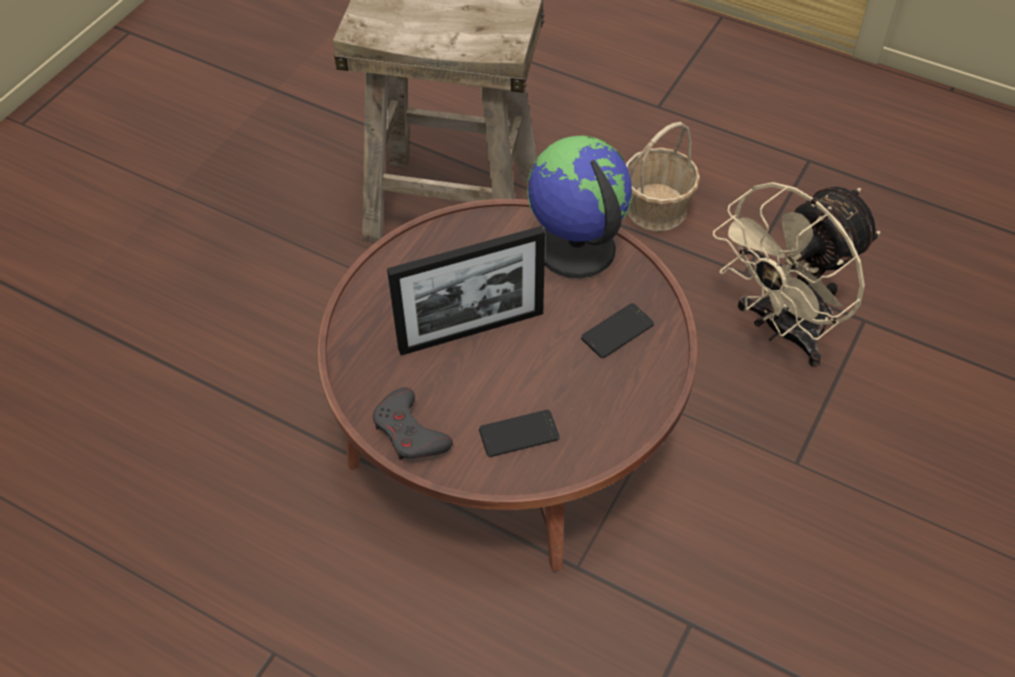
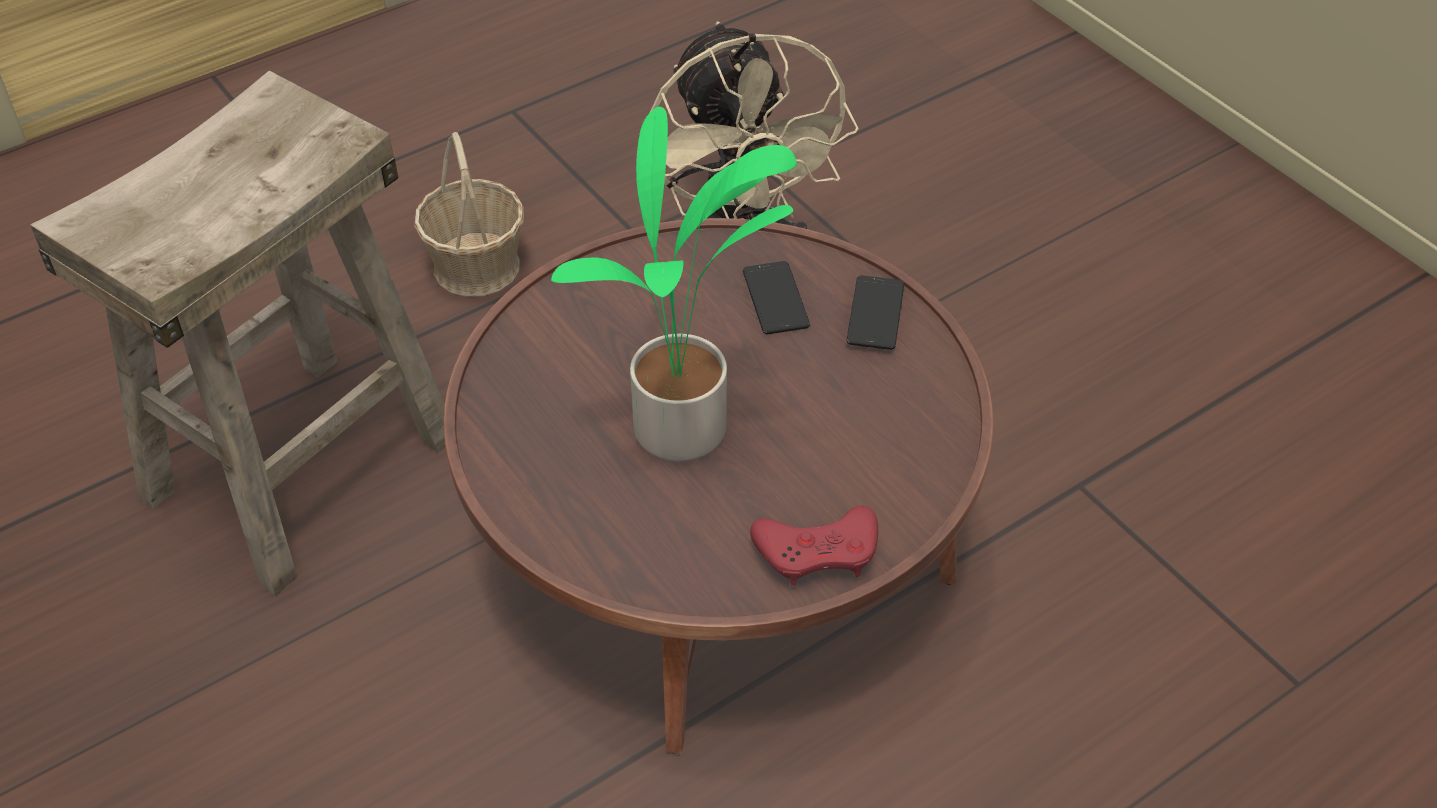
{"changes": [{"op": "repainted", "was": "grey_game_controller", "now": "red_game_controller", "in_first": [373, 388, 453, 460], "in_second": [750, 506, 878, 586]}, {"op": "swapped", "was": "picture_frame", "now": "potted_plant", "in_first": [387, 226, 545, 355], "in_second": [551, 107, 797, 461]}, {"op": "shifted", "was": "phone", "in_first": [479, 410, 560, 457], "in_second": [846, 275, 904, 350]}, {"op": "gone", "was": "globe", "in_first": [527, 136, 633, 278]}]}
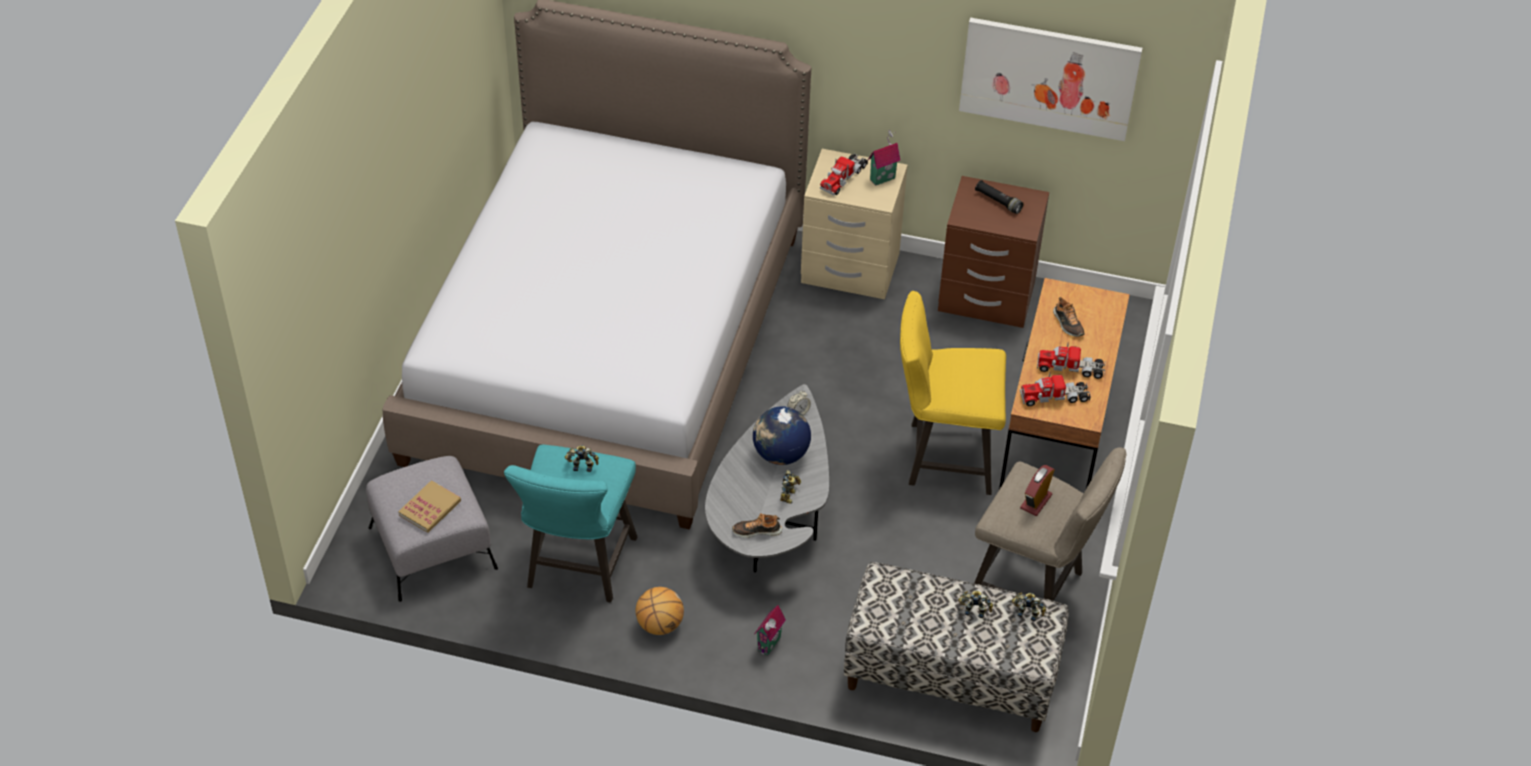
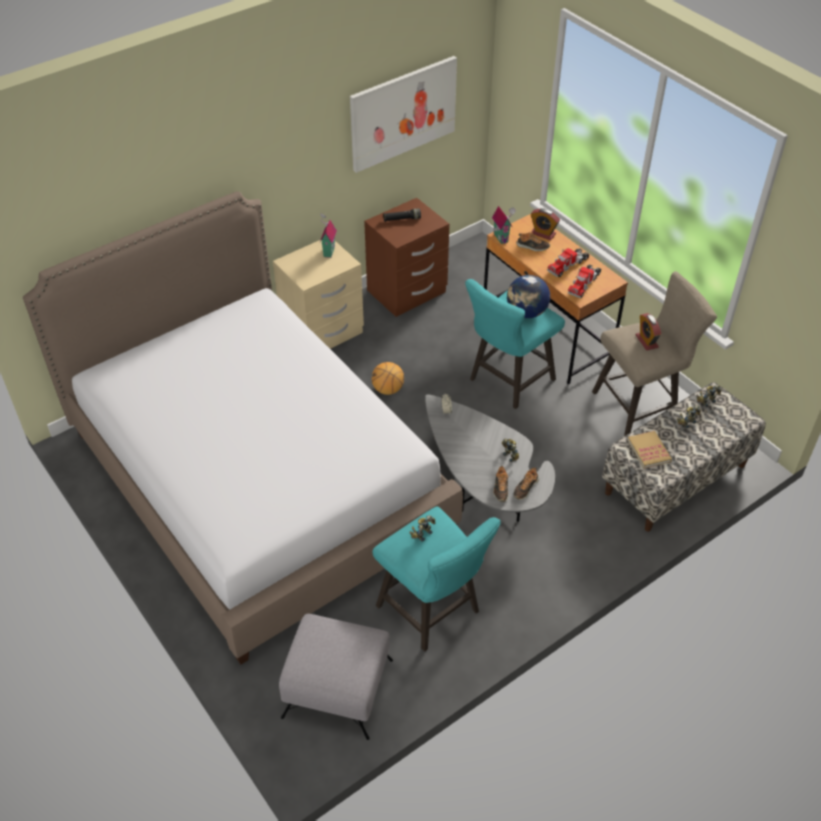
{"changes": [{"op": "shifted", "was": "book", "in_first": [398, 480, 461, 533], "in_second": [627, 431, 672, 468]}, {"op": "shifted", "was": "basketball", "in_first": [636, 587, 684, 635], "in_second": [371, 362, 404, 395]}, {"op": "shifted", "was": "globe", "in_first": [753, 406, 811, 465], "in_second": [507, 275, 550, 318]}, {"op": "shifted", "was": "toy_house", "in_first": [754, 605, 786, 656], "in_second": [492, 206, 516, 244]}, {"op": "gone", "was": "toy_truck", "in_first": [820, 153, 868, 195]}, {"op": "repainted", "was": "yellow_stool", "now": "turquoise_stool", "in_first": [900, 291, 1006, 495], "in_second": [465, 279, 565, 409]}, {"op": "new", "now": "shoe", "in_second": [493, 466, 508, 502]}, {"op": "new", "now": "alarm_clock", "in_second": [531, 208, 560, 240]}]}
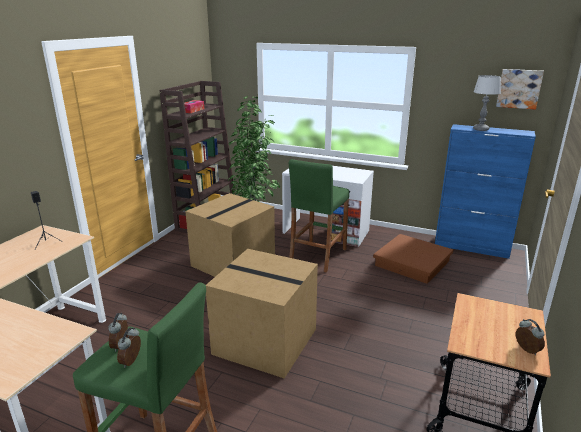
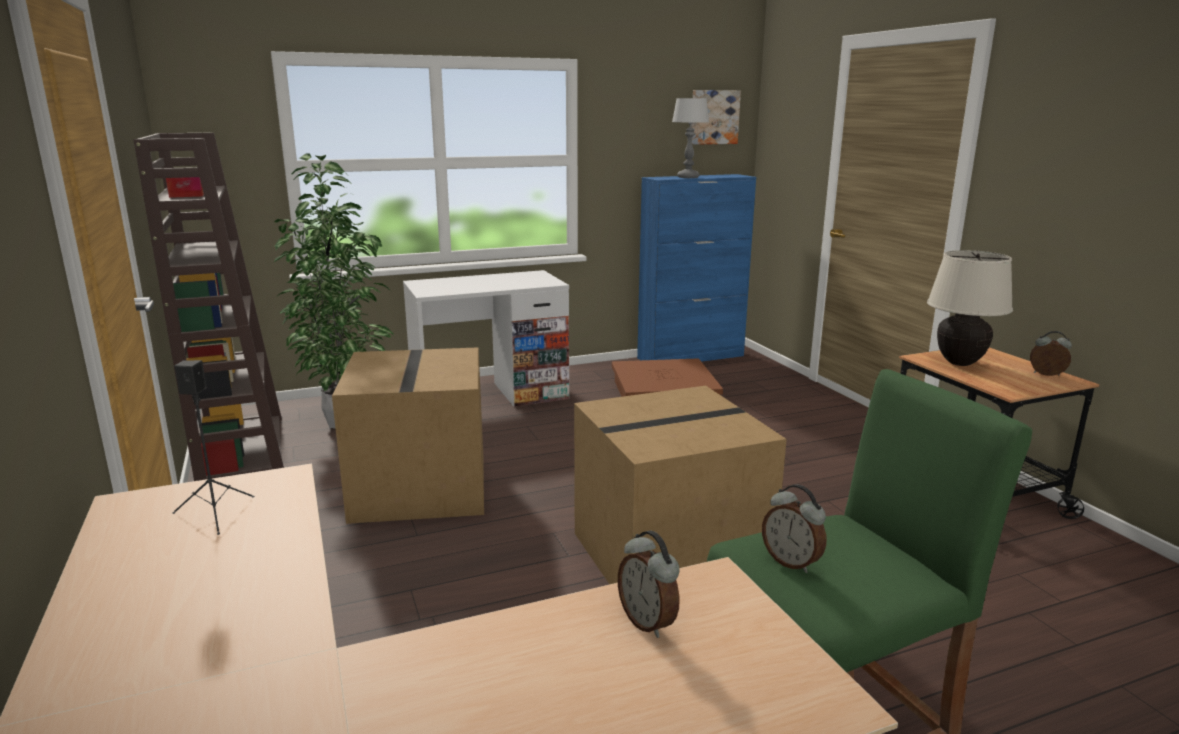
{"changes": [{"op": "shifted", "was": "alarm_clock", "in_first": [117, 328, 141, 368], "in_second": [618, 531, 680, 638]}, {"op": "gone", "was": "green_stool", "in_first": [289, 159, 349, 272]}, {"op": "new", "now": "beige_table_lamp", "in_second": [927, 250, 1013, 366]}]}
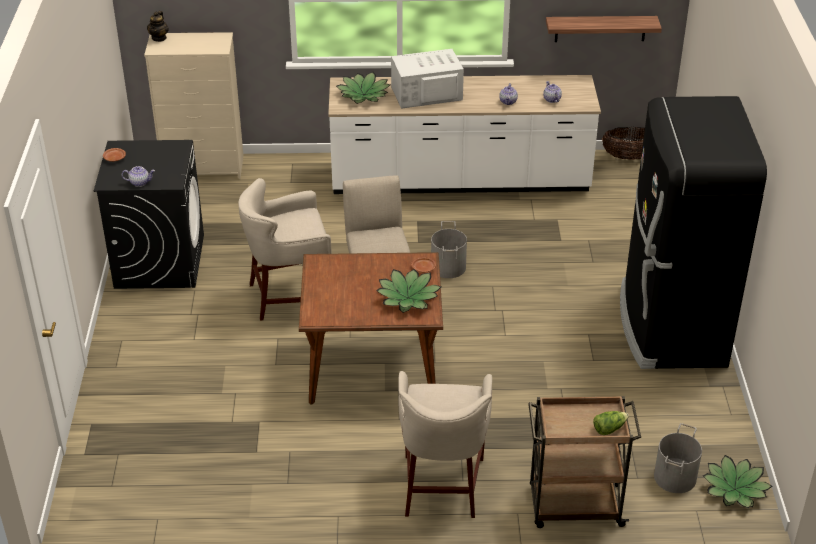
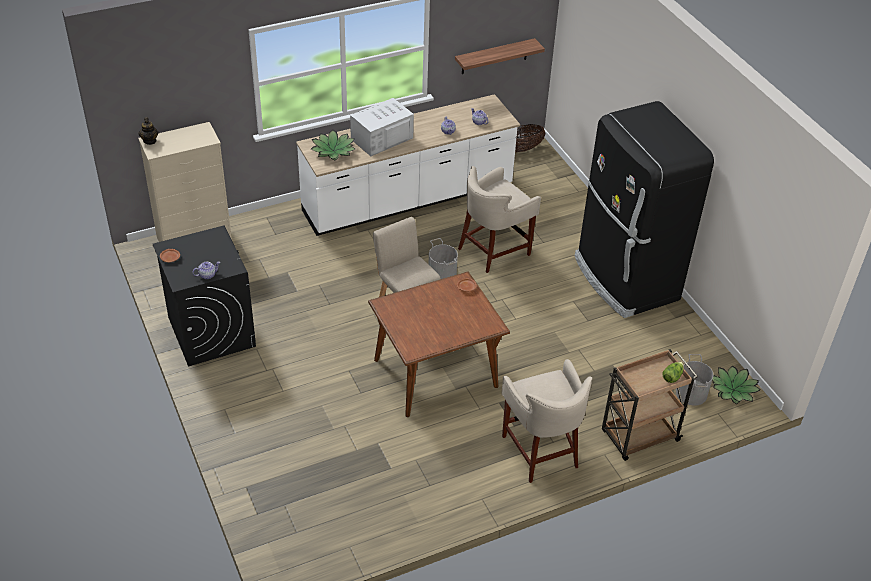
{"changes": [{"op": "shifted", "was": "beige_stool", "in_first": [238, 178, 332, 321], "in_second": [458, 166, 541, 273]}, {"op": "gone", "was": "potted_plant", "in_first": [376, 269, 441, 313]}]}
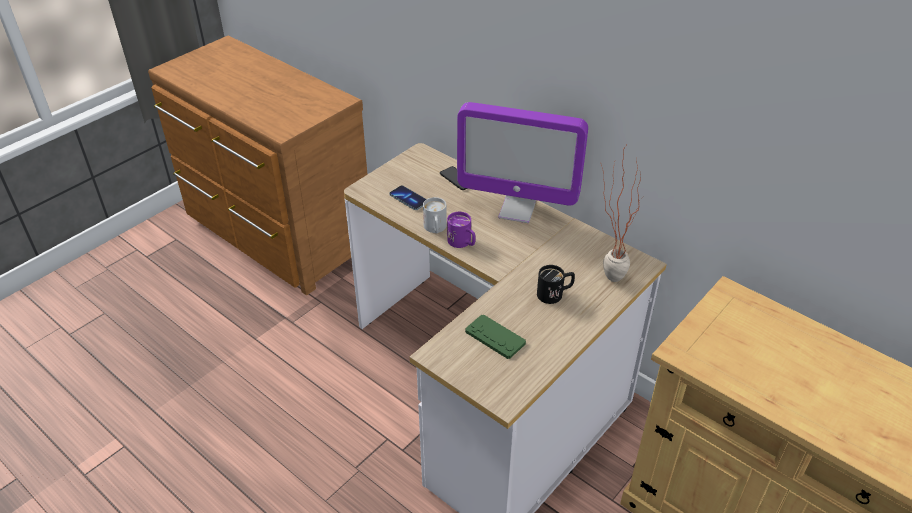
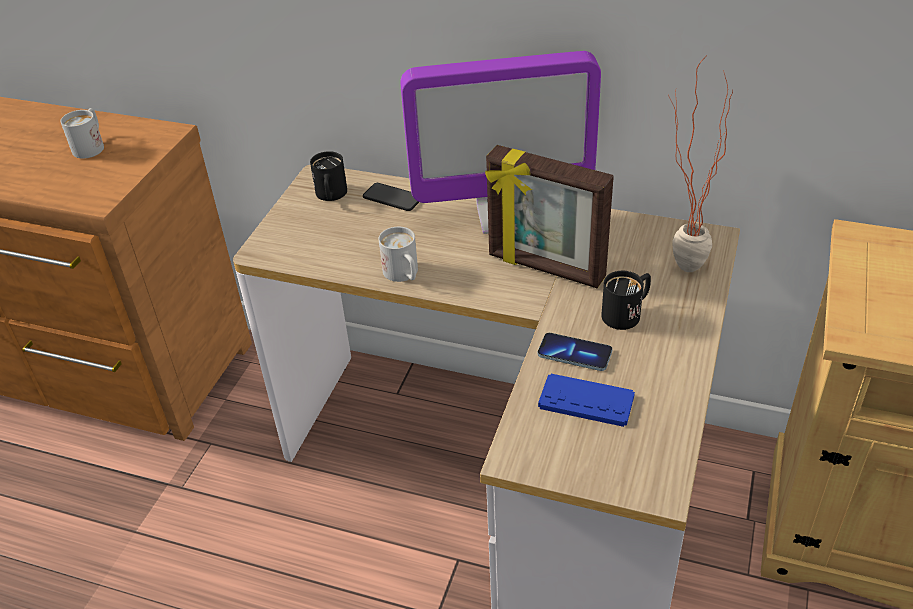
{"changes": [{"op": "shifted", "was": "phone", "in_first": [389, 185, 426, 210], "in_second": [538, 333, 612, 371]}, {"op": "gone", "was": "purple_mug", "in_first": [447, 212, 475, 248]}, {"op": "repainted", "was": "green_game_controller", "now": "blue_game_controller", "in_first": [465, 314, 526, 359], "in_second": [538, 374, 635, 427]}, {"op": "new", "now": "white_mug", "in_second": [60, 108, 104, 159]}, {"op": "new", "now": "black_mug", "in_second": [310, 151, 347, 201]}, {"op": "new", "now": "picture_frame", "in_second": [485, 145, 614, 288]}]}
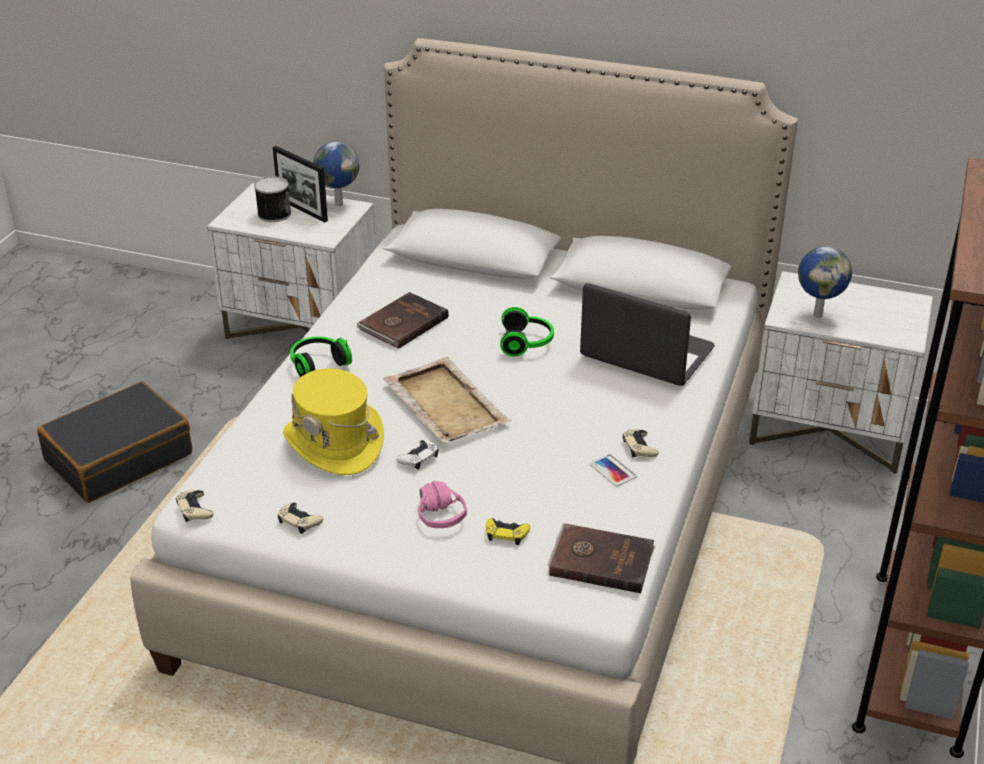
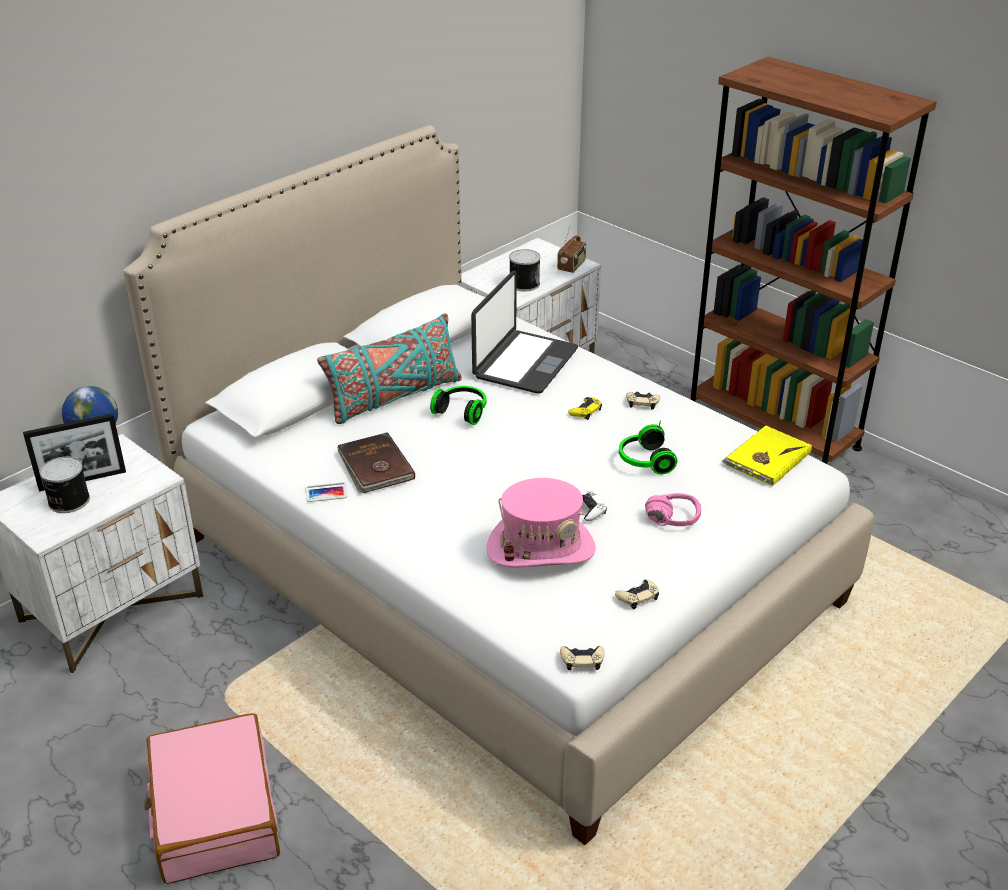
{"changes": [{"op": "repainted", "was": "black_suitcase", "now": "pink_suitcase", "in_first": [37, 382, 192, 503], "in_second": [144, 713, 280, 884]}, {"op": "repainted", "was": "yellow_hat", "now": "pink_hat", "in_first": [283, 368, 384, 475], "in_second": [486, 478, 596, 568]}, {"op": "shifted", "was": "headphones", "in_first": [290, 336, 352, 377], "in_second": [619, 420, 677, 474]}, {"op": "gone", "was": "beige_tray", "in_first": [383, 357, 511, 443]}, {"op": "shifted", "was": "yellow_game_controller", "in_first": [486, 518, 530, 545], "in_second": [568, 397, 602, 420]}, {"op": "repainted", "was": "brown_book", "now": "yellow_book", "in_first": [548, 523, 655, 593], "in_second": [722, 426, 812, 486]}, {"op": "rotated", "was": "laptop", "in_first": [580, 283, 715, 386], "in_second": [471, 271, 578, 394], "clockwise": 150}, {"op": "shifted", "was": "phone", "in_first": [589, 453, 637, 486], "in_second": [306, 482, 347, 502]}, {"op": "swapped", "was": "globe", "now": "can", "in_first": [798, 246, 852, 318], "in_second": [509, 249, 540, 291]}, {"op": "new", "now": "turquoise_pillow", "in_second": [317, 313, 462, 424]}, {"op": "new", "now": "radio", "in_second": [557, 227, 586, 273]}]}
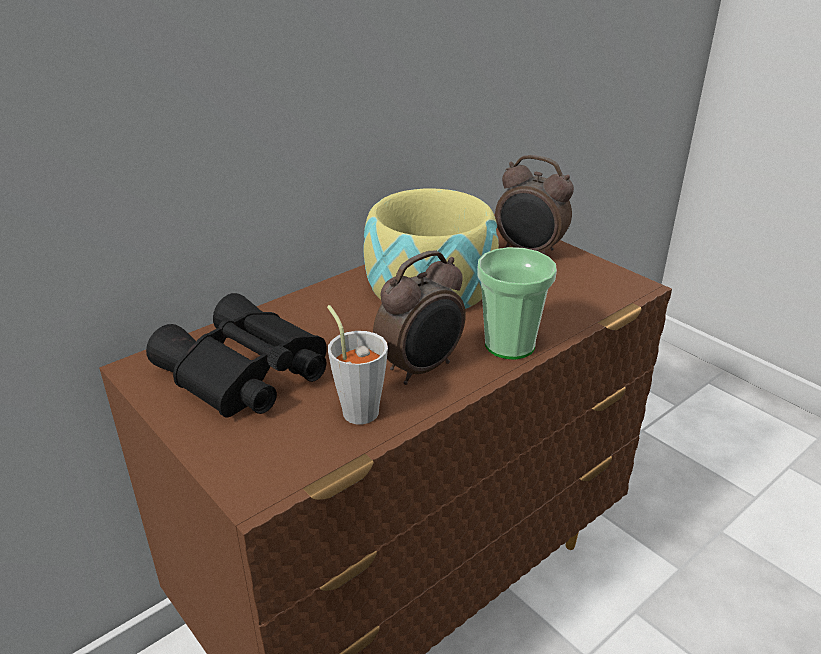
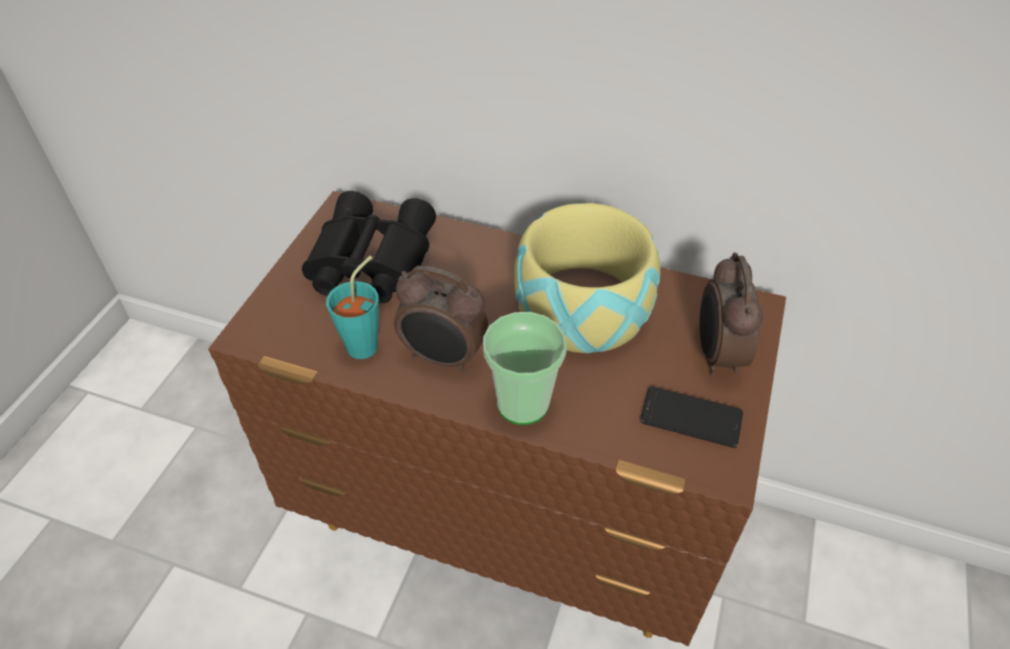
{"changes": [{"op": "repainted", "was": "grey_cup", "now": "turquoise_cup", "in_first": [327, 305, 388, 425], "in_second": [326, 256, 379, 359]}, {"op": "new", "now": "phone", "in_second": [640, 386, 743, 448]}]}
